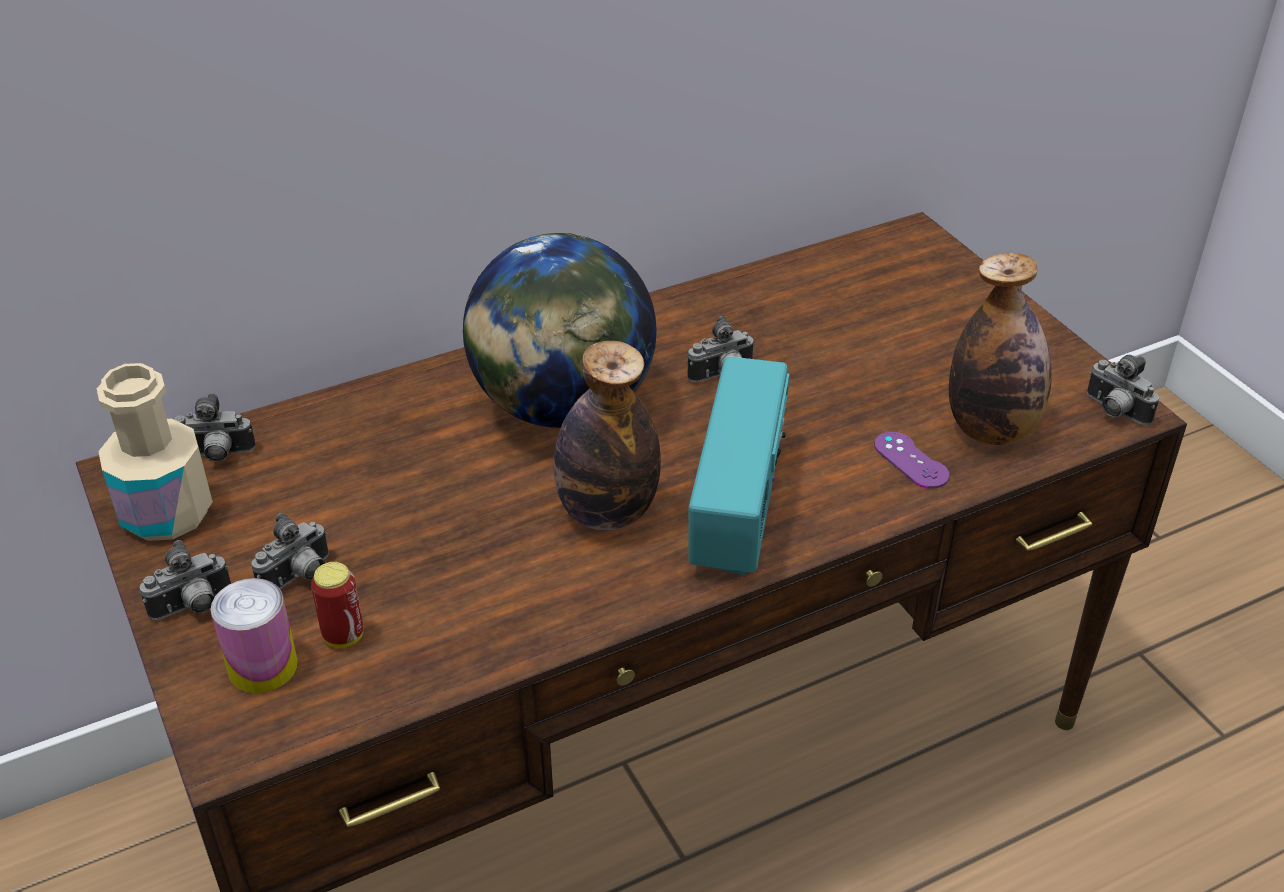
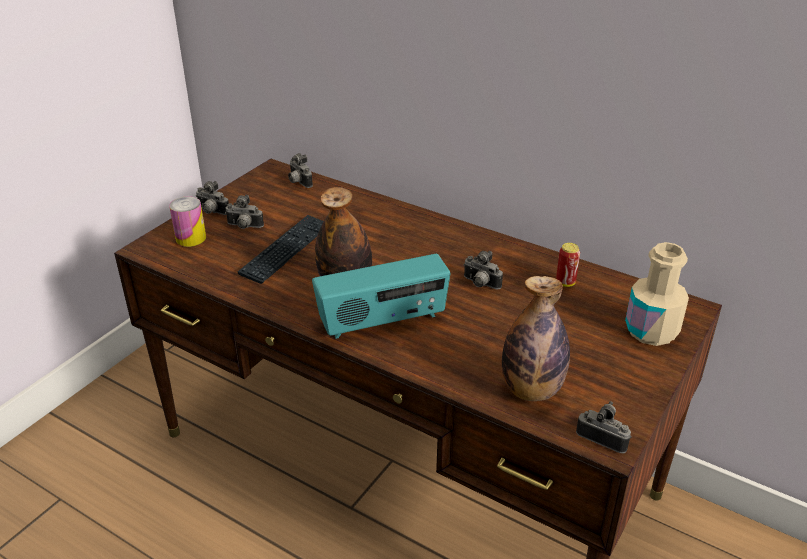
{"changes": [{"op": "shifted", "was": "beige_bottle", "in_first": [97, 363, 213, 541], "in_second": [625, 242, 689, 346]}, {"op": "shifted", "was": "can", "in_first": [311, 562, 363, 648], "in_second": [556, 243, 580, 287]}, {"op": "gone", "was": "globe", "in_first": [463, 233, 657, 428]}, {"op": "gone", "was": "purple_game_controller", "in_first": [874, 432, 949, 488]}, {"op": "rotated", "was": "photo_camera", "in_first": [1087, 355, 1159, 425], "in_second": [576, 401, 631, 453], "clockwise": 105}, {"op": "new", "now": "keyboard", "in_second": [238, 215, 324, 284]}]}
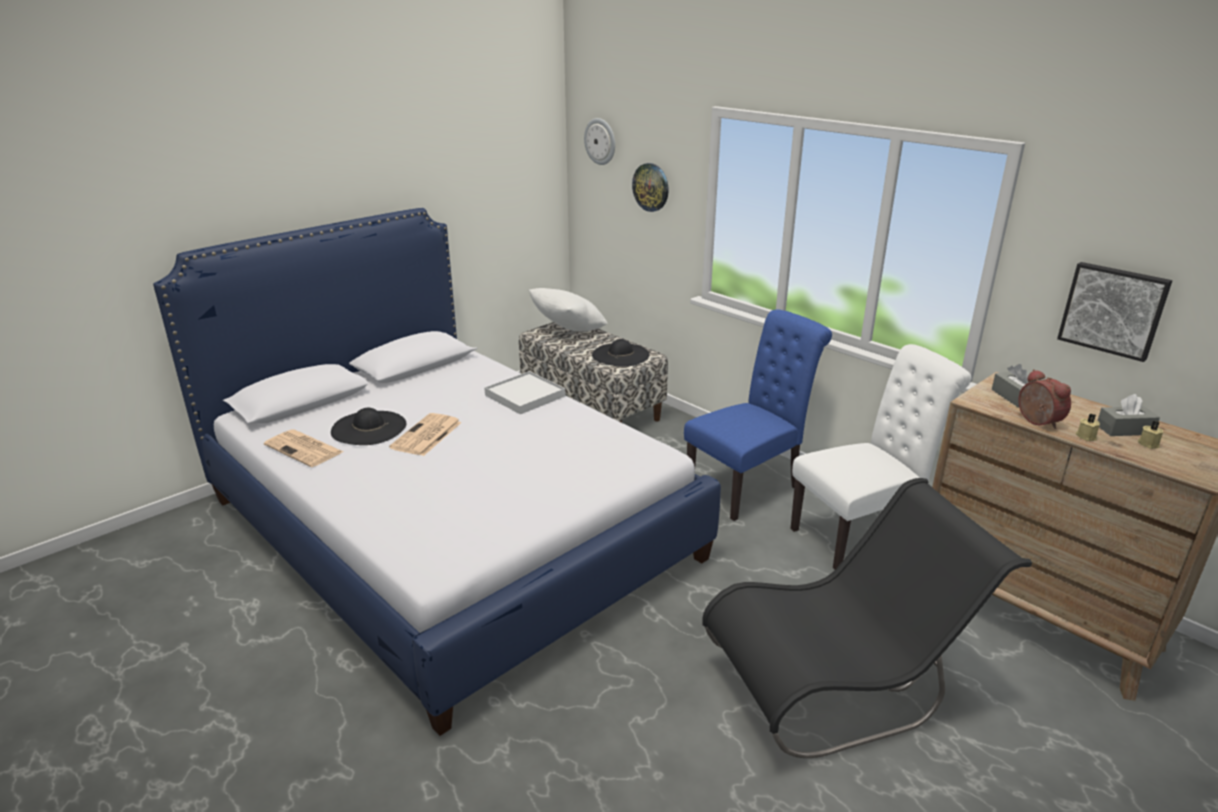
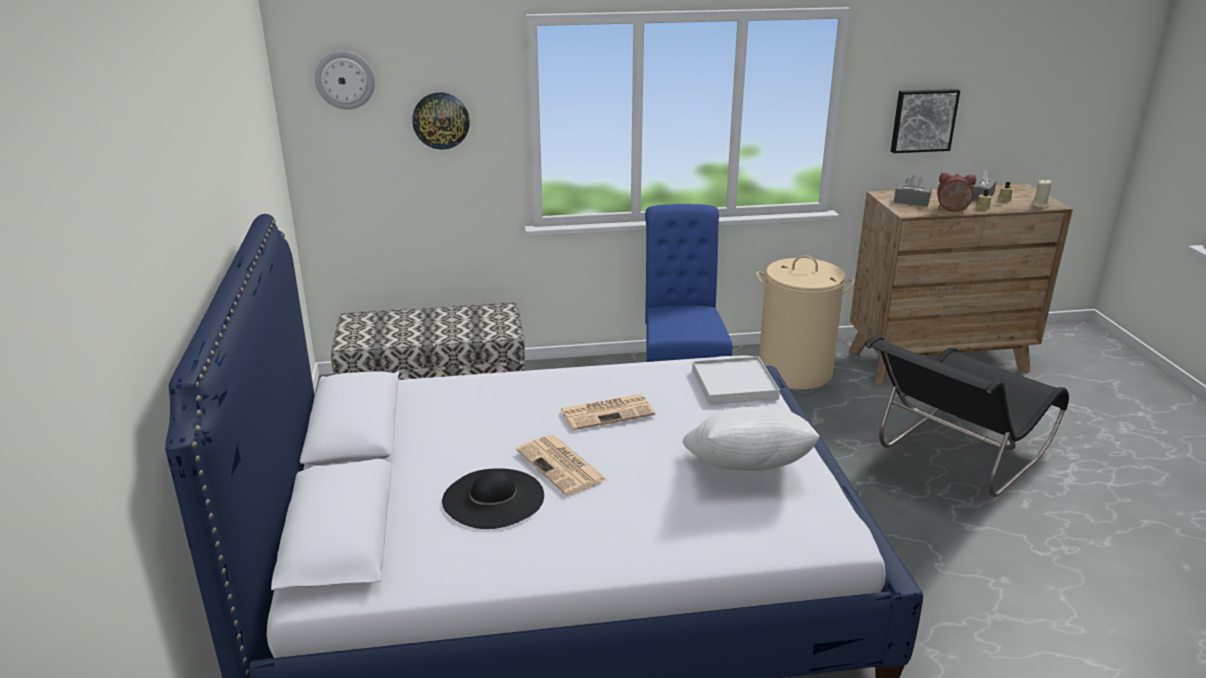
{"changes": [{"op": "shifted", "was": "newspaper", "in_first": [264, 430, 343, 467], "in_second": [560, 394, 655, 430]}, {"op": "shifted", "was": "white_tray", "in_first": [484, 371, 565, 414], "in_second": [692, 356, 780, 405]}, {"op": "shifted", "was": "white_pillow", "in_first": [529, 288, 607, 332], "in_second": [683, 407, 820, 471]}, {"op": "gone", "was": "black_hat", "in_first": [592, 339, 650, 367]}, {"op": "rotated", "was": "black_chair", "in_first": [702, 478, 1032, 758], "in_second": [865, 336, 1069, 497], "clockwise": -150}, {"op": "swapped", "was": "white_chair", "now": "beige_laundry_basket", "in_first": [790, 344, 971, 569], "in_second": [756, 255, 855, 390]}, {"op": "new", "now": "beige_candle", "in_second": [1031, 179, 1052, 207]}]}
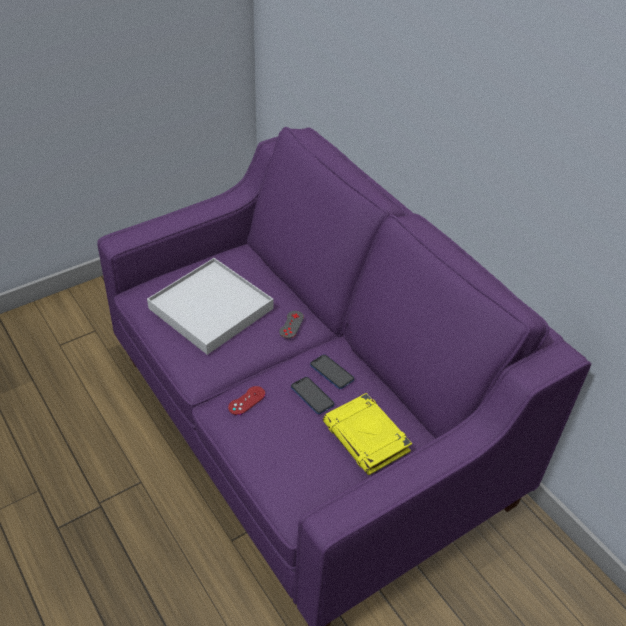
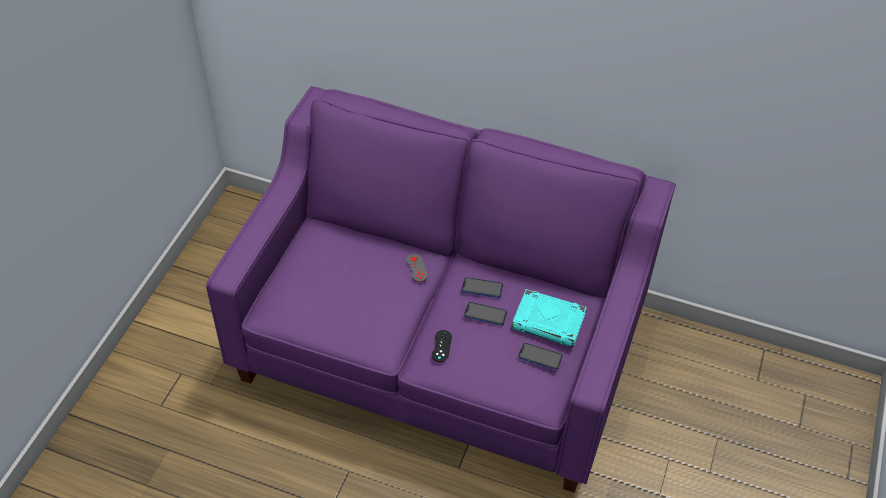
{"changes": [{"op": "gone", "was": "white_tray", "in_first": [147, 258, 274, 355]}, {"op": "repainted", "was": "red_game_controller", "now": "black_game_controller", "in_first": [228, 386, 265, 415], "in_second": [432, 330, 452, 362]}, {"op": "repainted", "was": "yellow_book", "now": "turquoise_book", "in_first": [323, 393, 412, 475], "in_second": [511, 289, 587, 347]}, {"op": "new", "now": "phone", "in_second": [518, 343, 563, 370]}]}
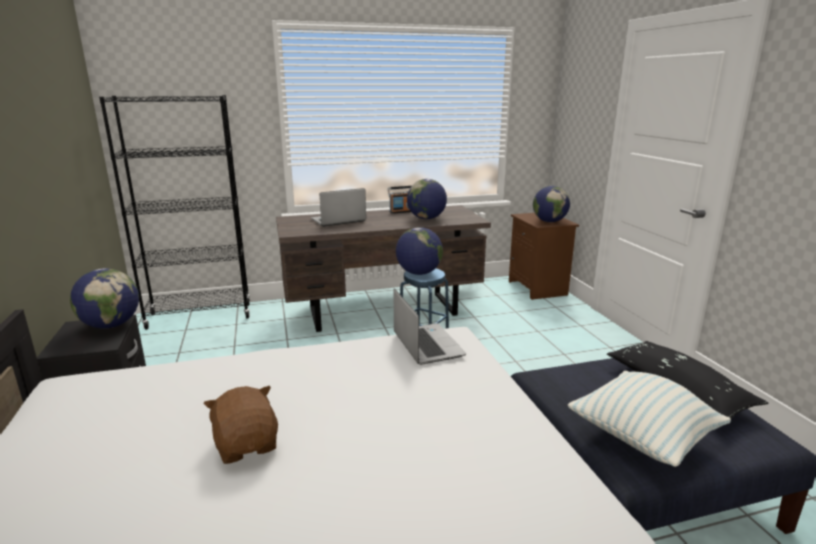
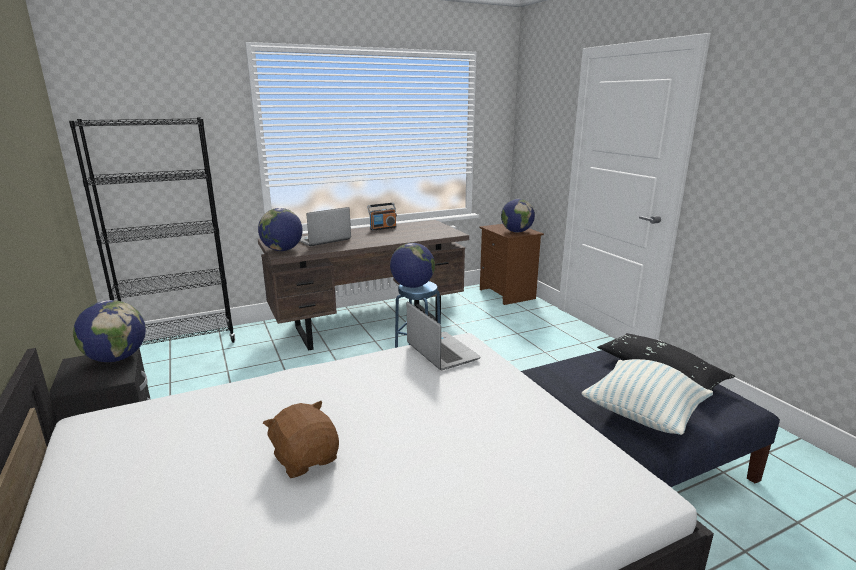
{"changes": [{"op": "shifted", "was": "globe", "in_first": [407, 179, 447, 219], "in_second": [258, 208, 303, 251]}]}
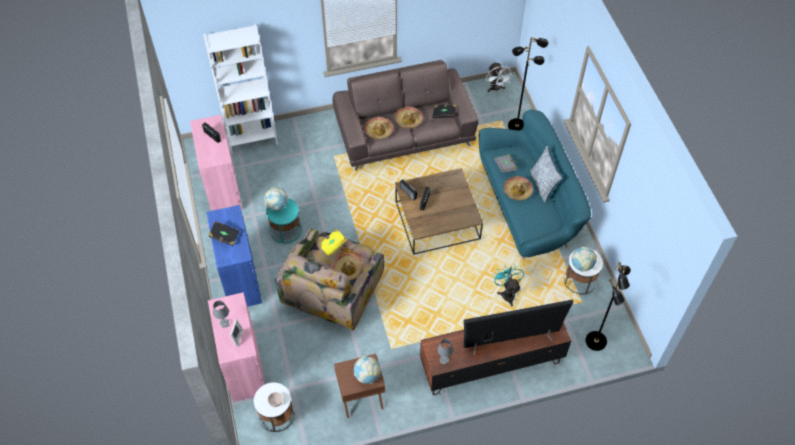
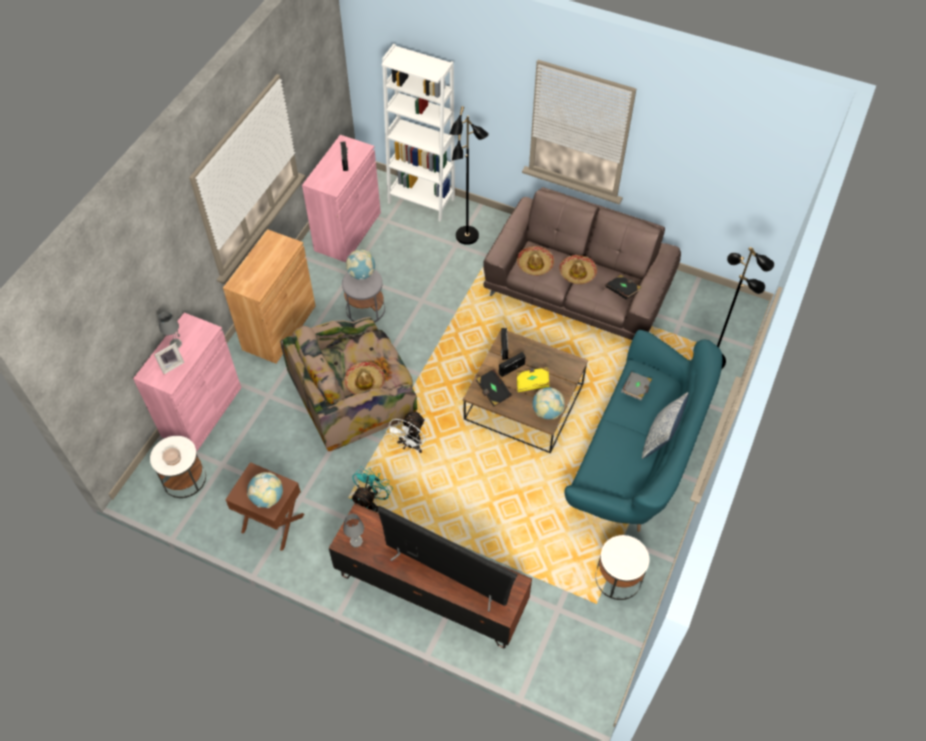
{"changes": [{"op": "repainted", "was": "blue_cabinet", "now": "brown_cabinet", "in_first": [206, 205, 262, 307], "in_second": [223, 229, 316, 364]}, {"op": "shifted", "was": "black_book", "in_first": [208, 221, 239, 246], "in_second": [476, 369, 512, 406]}, {"op": "repainted", "was": "turquoise_side_table", "now": "grey_side_table", "in_first": [266, 198, 302, 243], "in_second": [342, 270, 385, 323]}, {"op": "shifted", "was": "yellow_book", "in_first": [318, 228, 347, 257], "in_second": [516, 367, 550, 392]}, {"op": "shifted", "was": "white_fan", "in_first": [486, 62, 513, 92], "in_second": [386, 411, 425, 453]}, {"op": "shifted", "was": "turquoise_fan", "in_first": [493, 264, 524, 307], "in_second": [351, 467, 393, 512]}, {"op": "gone", "was": "hat", "in_first": [503, 176, 533, 200]}, {"op": "shifted", "was": "globe", "in_first": [571, 247, 597, 272], "in_second": [532, 387, 565, 419]}, {"op": "shifted", "was": "black_floor_lamp", "in_first": [585, 262, 631, 351], "in_second": [450, 106, 489, 245]}]}
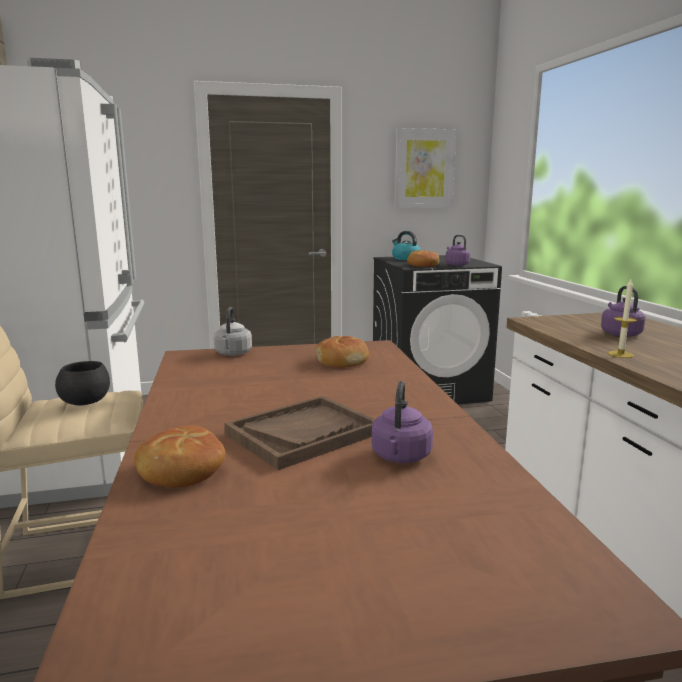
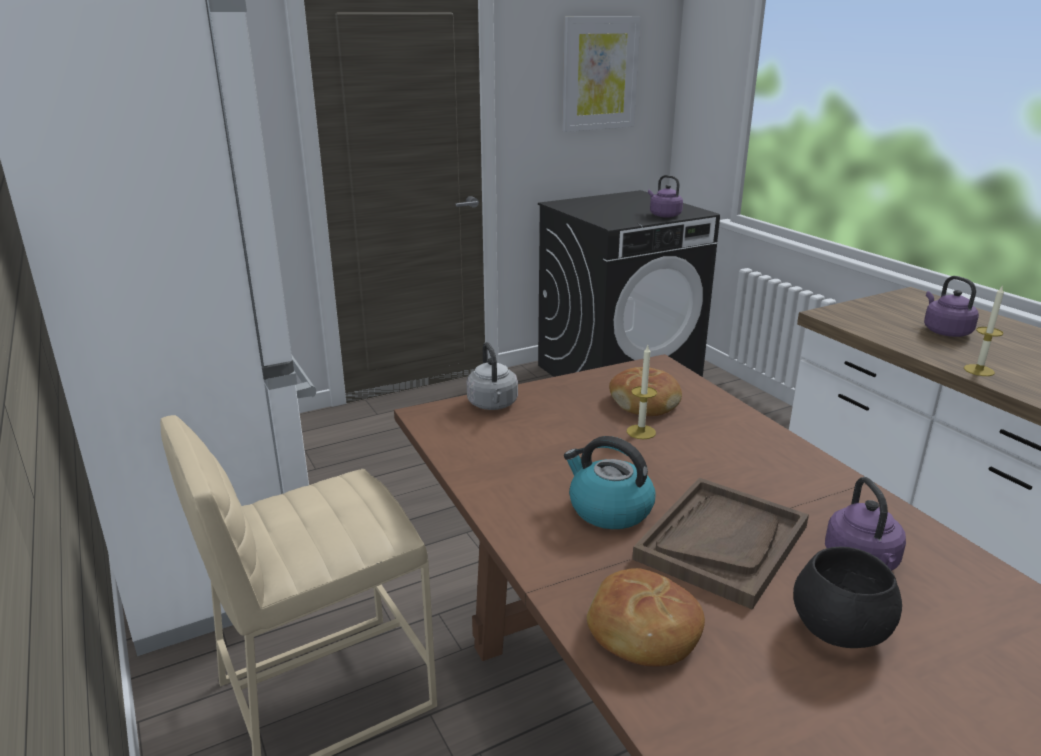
{"changes": [{"op": "shifted", "was": "black_bowl", "in_first": [55, 361, 110, 406], "in_second": [793, 547, 902, 648]}, {"op": "shifted", "was": "kettle", "in_first": [392, 231, 421, 260], "in_second": [564, 436, 655, 529]}, {"op": "gone", "was": "bread", "in_first": [407, 250, 440, 267]}, {"op": "new", "now": "candle", "in_second": [627, 345, 657, 439]}]}
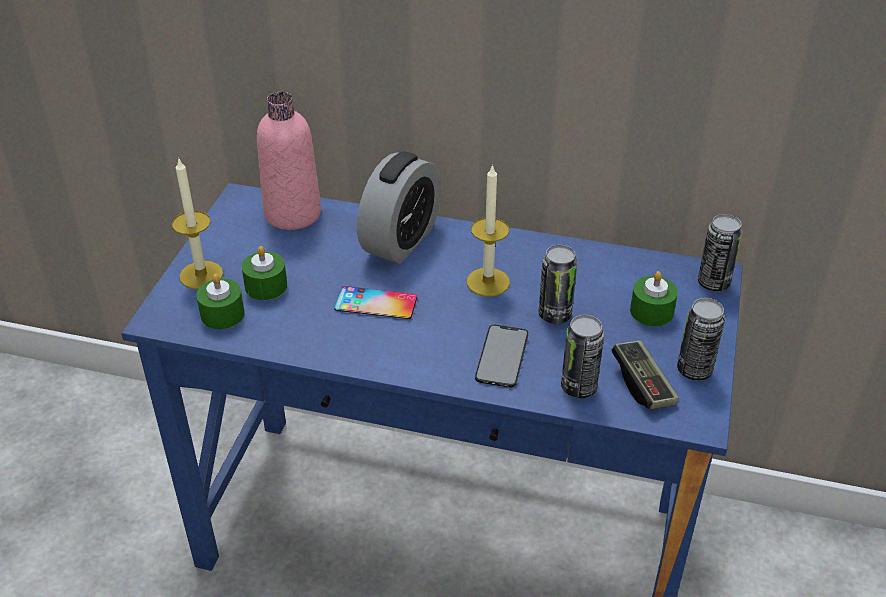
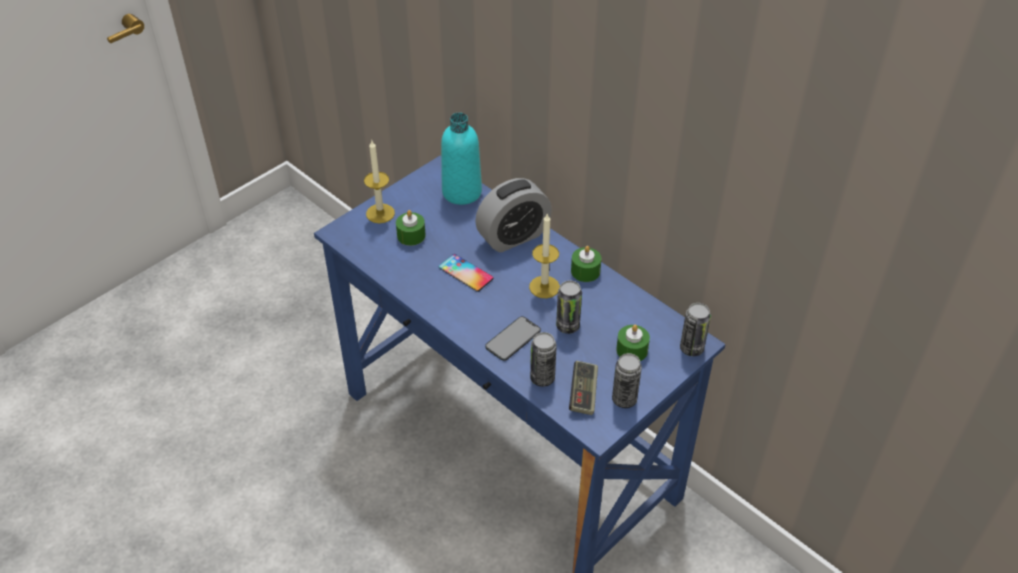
{"changes": [{"op": "shifted", "was": "green_candle", "in_first": [196, 274, 245, 329], "in_second": [571, 246, 601, 282]}, {"op": "repainted", "was": "pink_bottle", "now": "turquoise_bottle", "in_first": [257, 92, 321, 230], "in_second": [441, 113, 482, 205]}]}
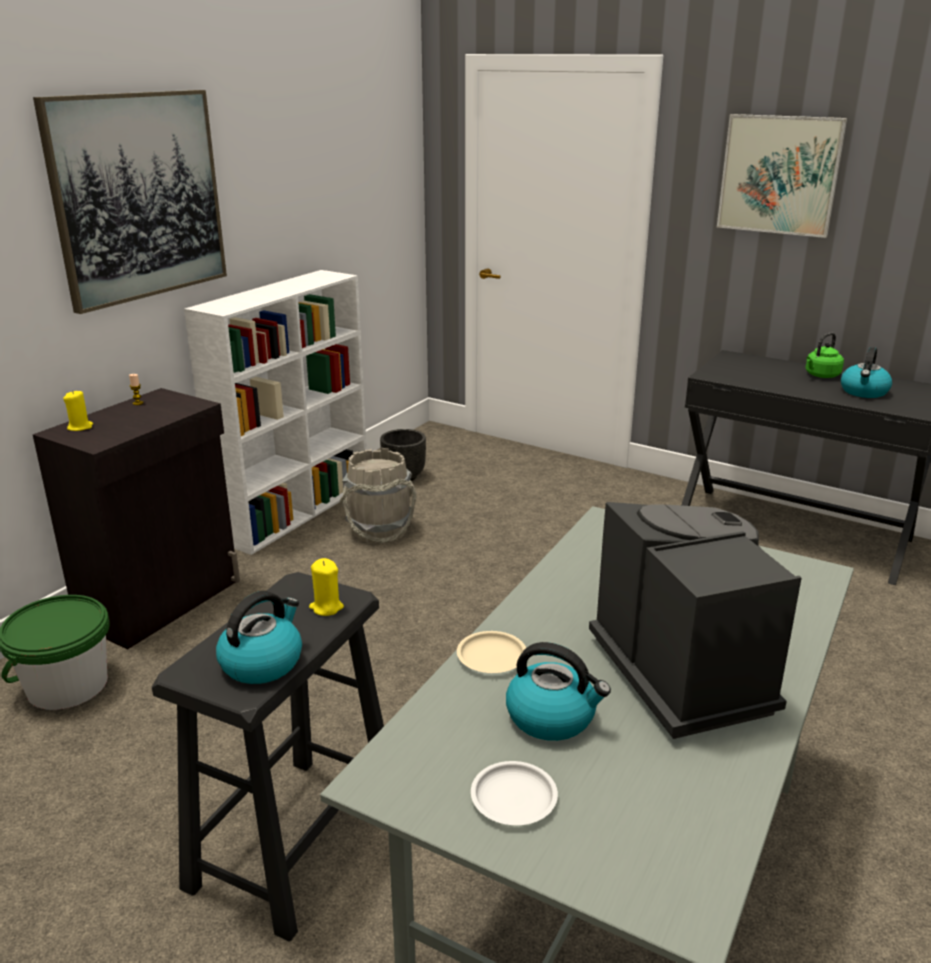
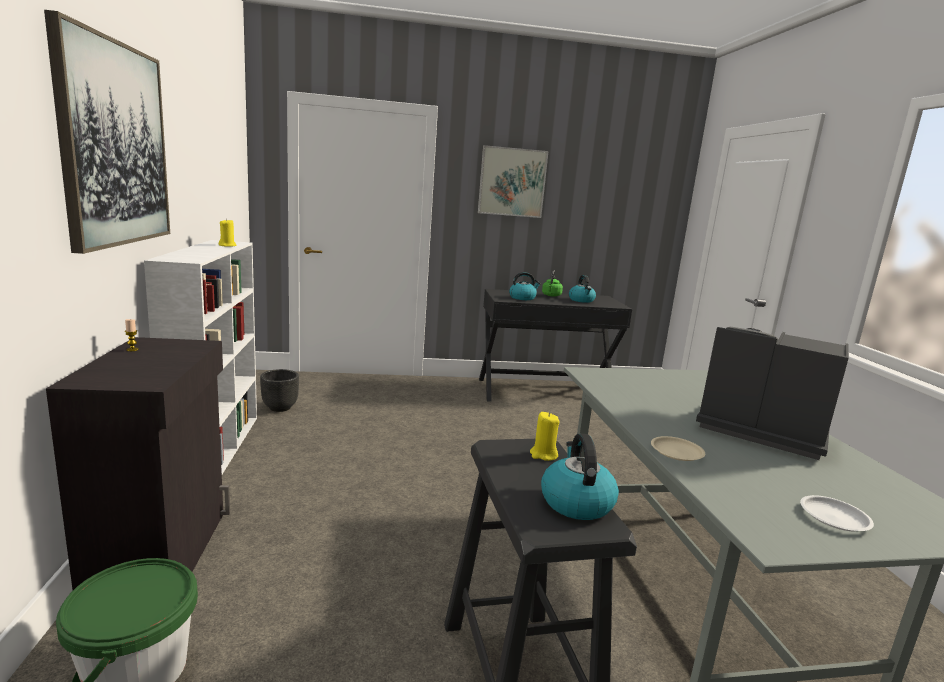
{"changes": [{"op": "shifted", "was": "yellow_candle", "in_first": [63, 391, 93, 431], "in_second": [219, 219, 237, 247]}, {"op": "gone", "was": "grey_bucket", "in_first": [339, 448, 417, 543]}, {"op": "shifted", "was": "kettle", "in_first": [506, 642, 611, 741], "in_second": [509, 272, 541, 300]}]}
